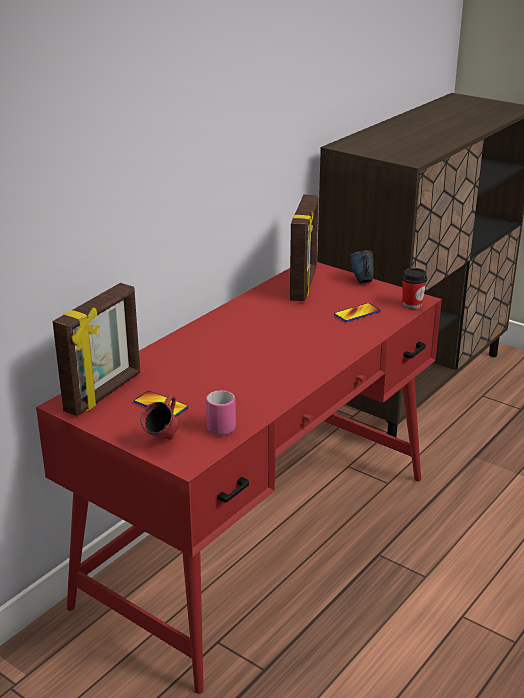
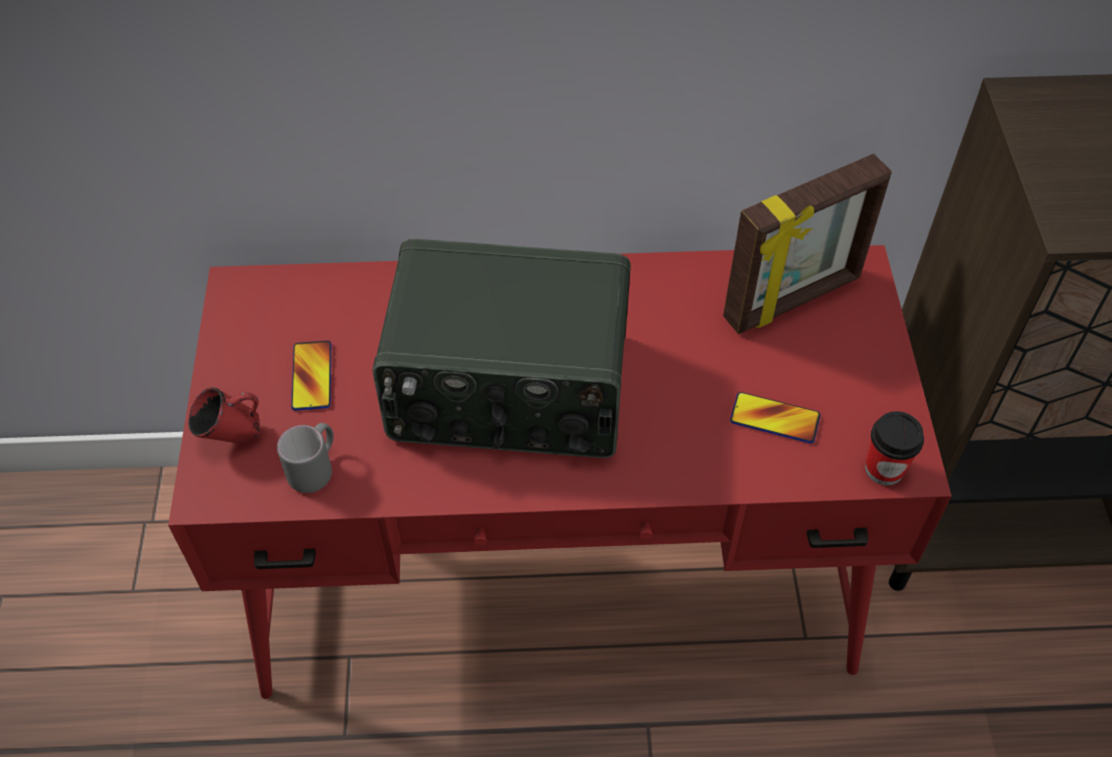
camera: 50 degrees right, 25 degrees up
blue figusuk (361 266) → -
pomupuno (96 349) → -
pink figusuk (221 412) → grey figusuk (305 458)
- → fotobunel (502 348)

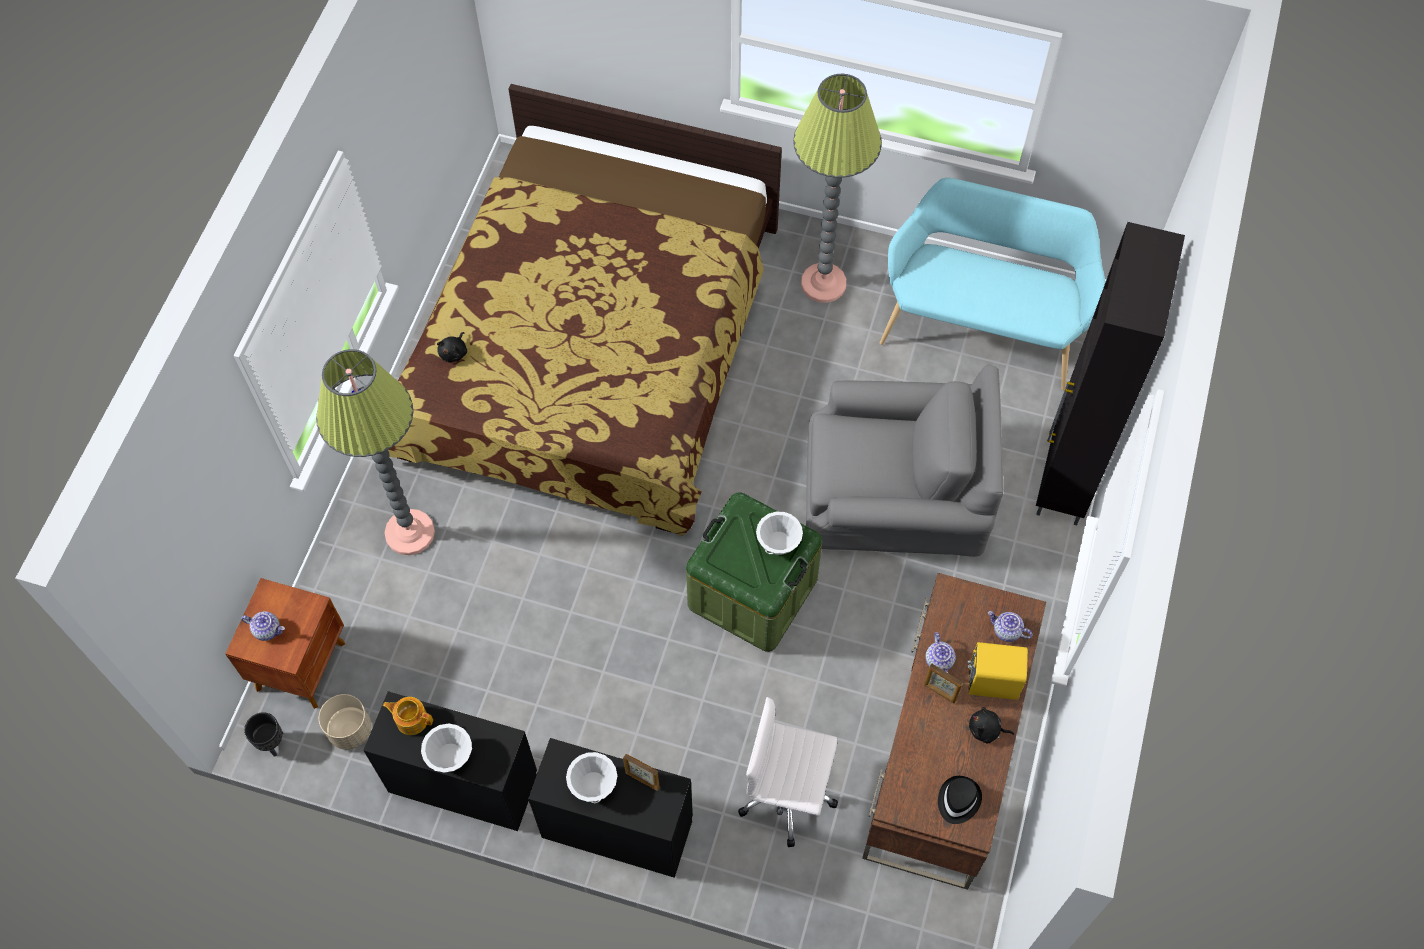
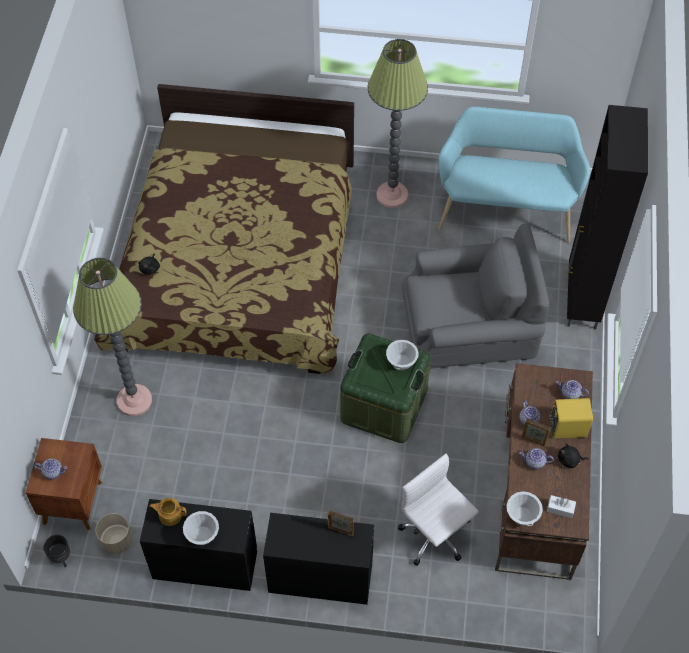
camera: 10 degrees left, 5 degrees down
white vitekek (788 772) → white vitekek (438 510), 45 degrees clockwise
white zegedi (591 777) → white zegedi (525 509), move
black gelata (960 800) → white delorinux (561 506)
- → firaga (536 458)

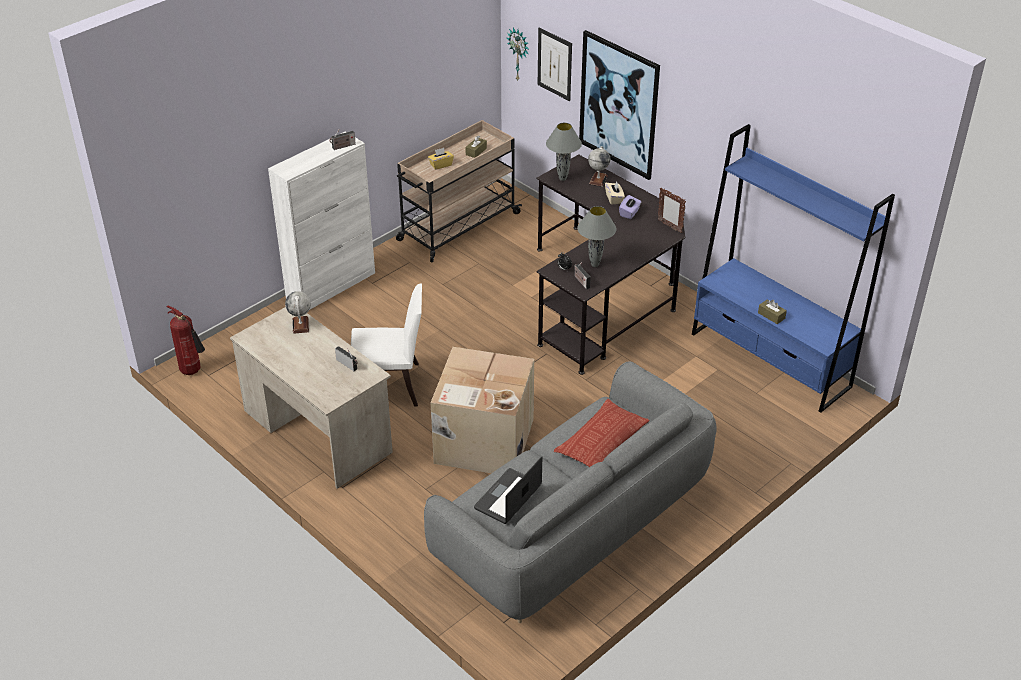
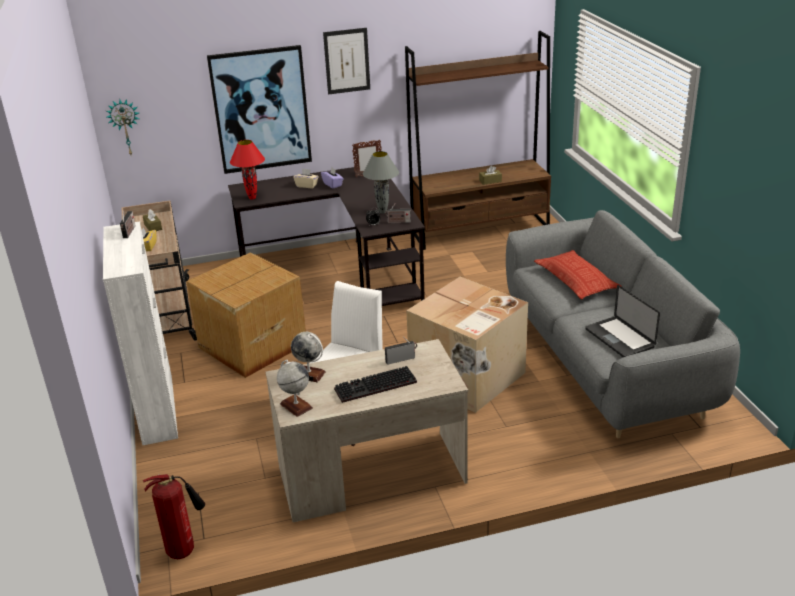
camera: 60 degrees left, 10 degrees down
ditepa (555 64) → ditepa (346 61), move
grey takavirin (564 152) → red takavirin (247 170)
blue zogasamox (793 268) → brown zogasamox (478 140)
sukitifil (599 166) → sukitifil (295 388), move
- → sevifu (246 315)
- → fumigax (375 384)

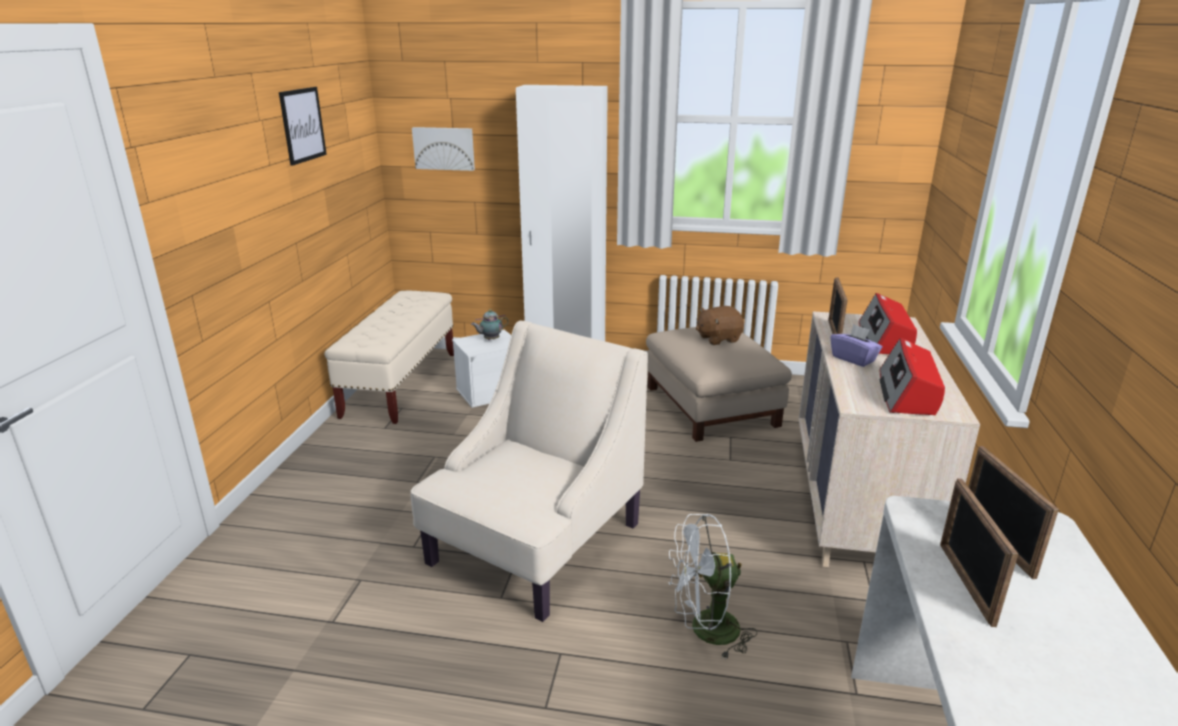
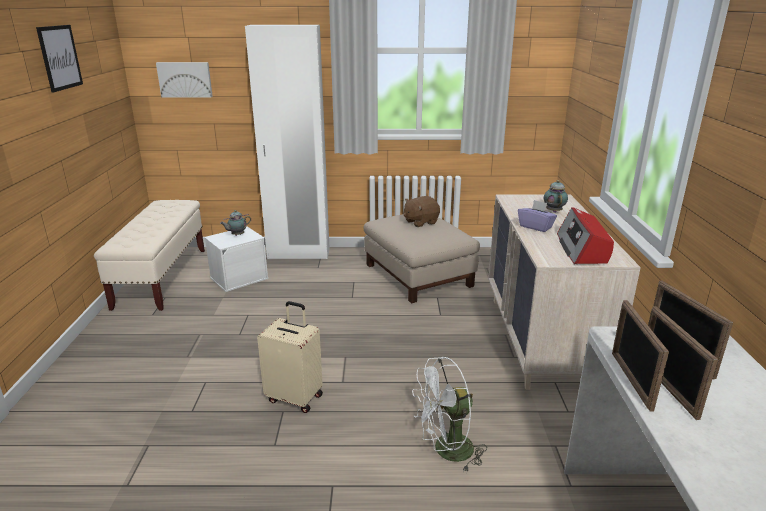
camera: 10 degrees left, 0 degrees up
pomupuno (837 306) → pomupuno (640 355), move
fotobunel (888 323) → firaga (556 196)
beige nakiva (529 471) → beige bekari (290 357)

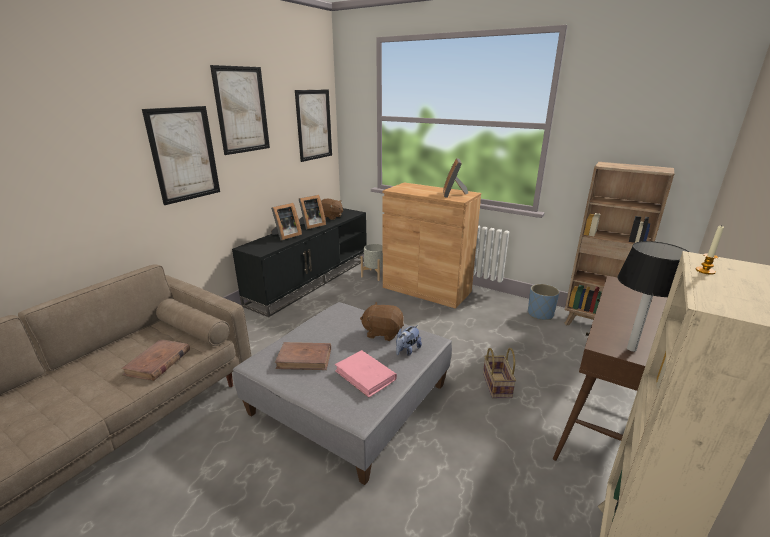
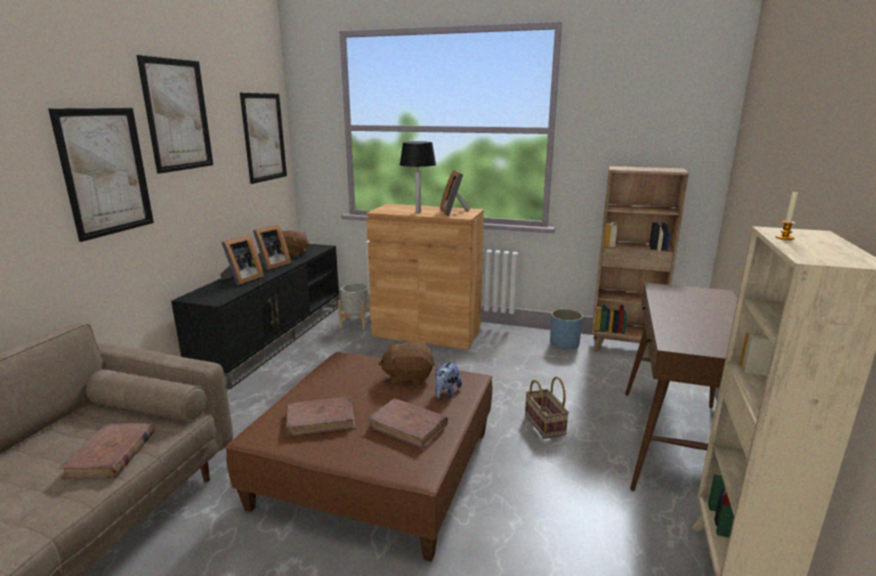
camera: 15 degrees left, 5 degrees down
takavirin (653 296) → takavirin (418 177), move
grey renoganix (342 393) → brown renoganix (359 457)
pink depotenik (366 374) → brown depotenik (407 423)

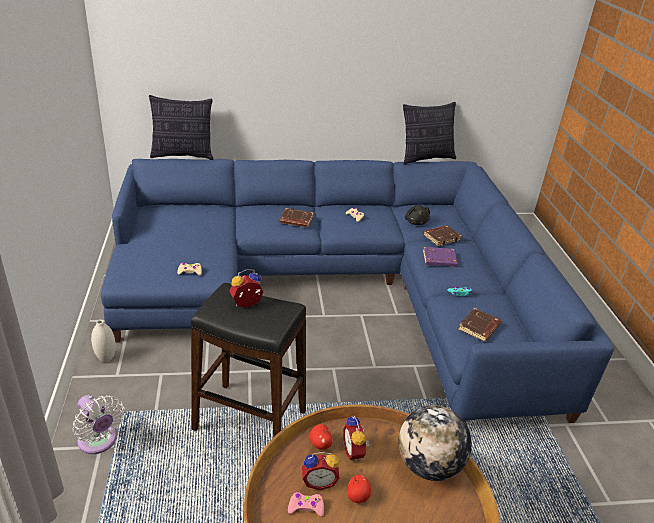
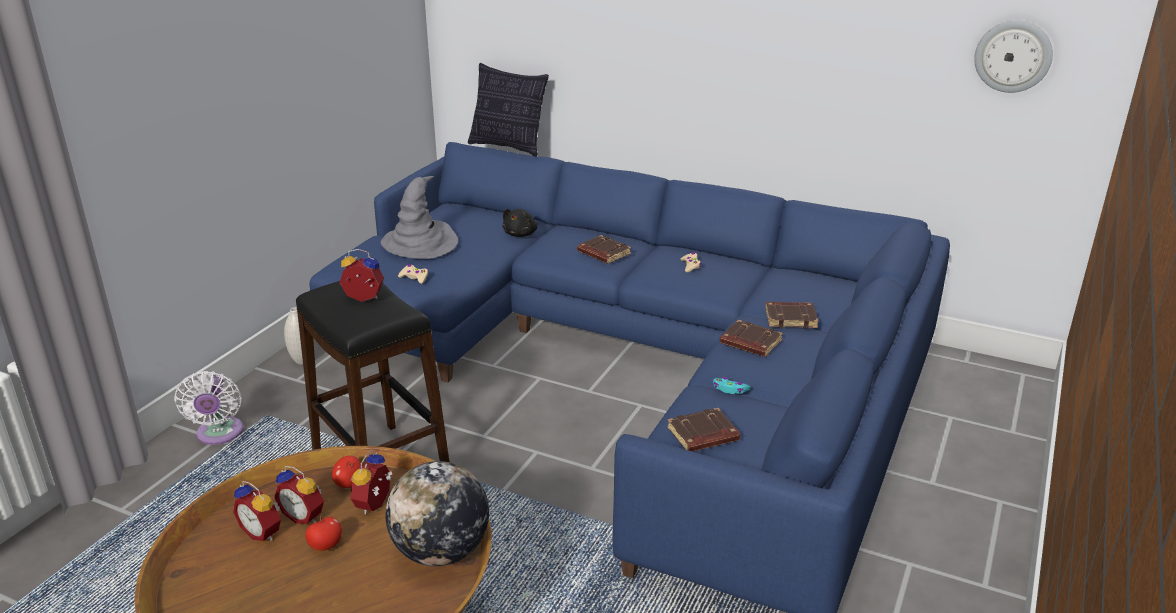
camera: 35 degrees right, 5 degrees down
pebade (429 133) → -
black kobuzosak (417 215) → black kobuzosak (520 223), move
purple depotenik (440 257) → brown depotenik (751 338)
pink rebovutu (306 504) → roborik (257 511)
- → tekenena (1013 56)
- → grey gelata (419 217)

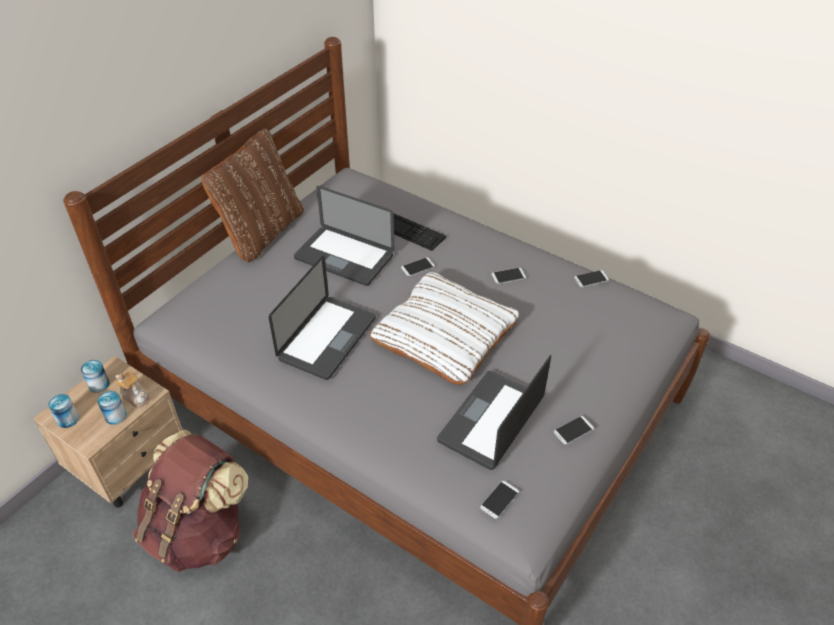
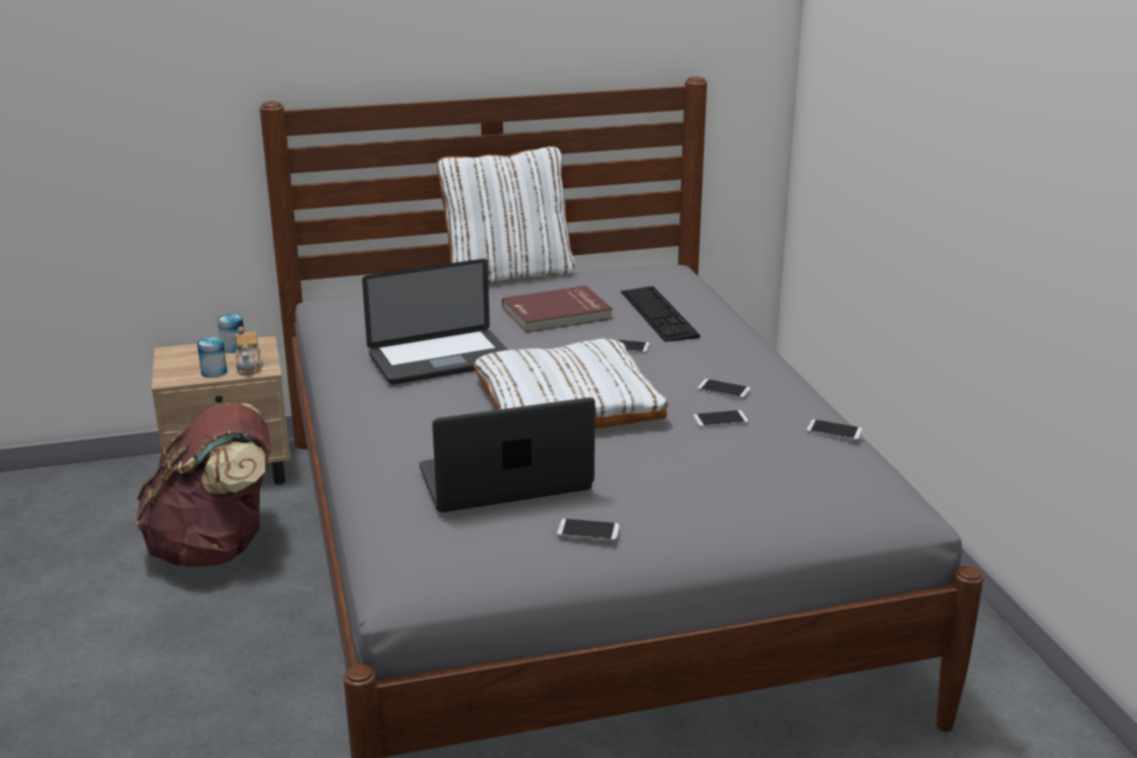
camera: 40 degrees right, 20 degrees down
brown pebade (252 195) → white pebade (506 215)
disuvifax (344 236) → red depotenik (557 309)
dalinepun (63 411) → -
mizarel (499 500) → mizarel (720 418), move

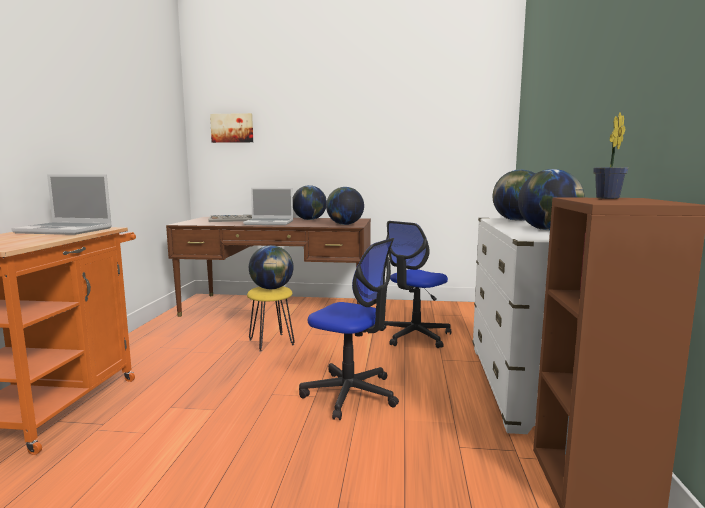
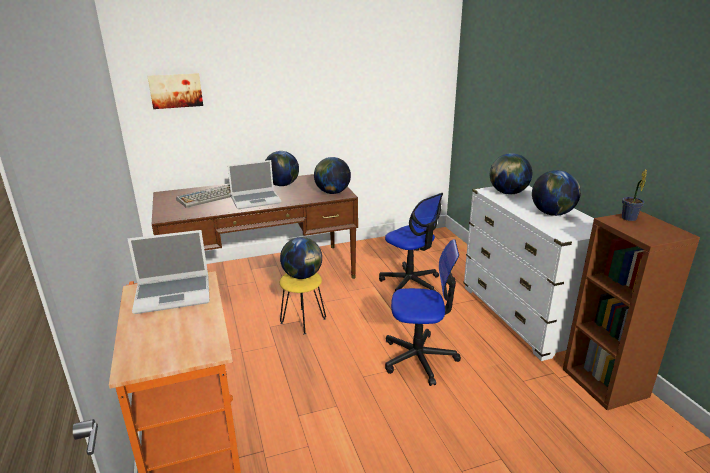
camera: 25 degrees left, 15 degrees up
vitekek (415 284) → vitekek (411 242), 60 degrees counterclockwise

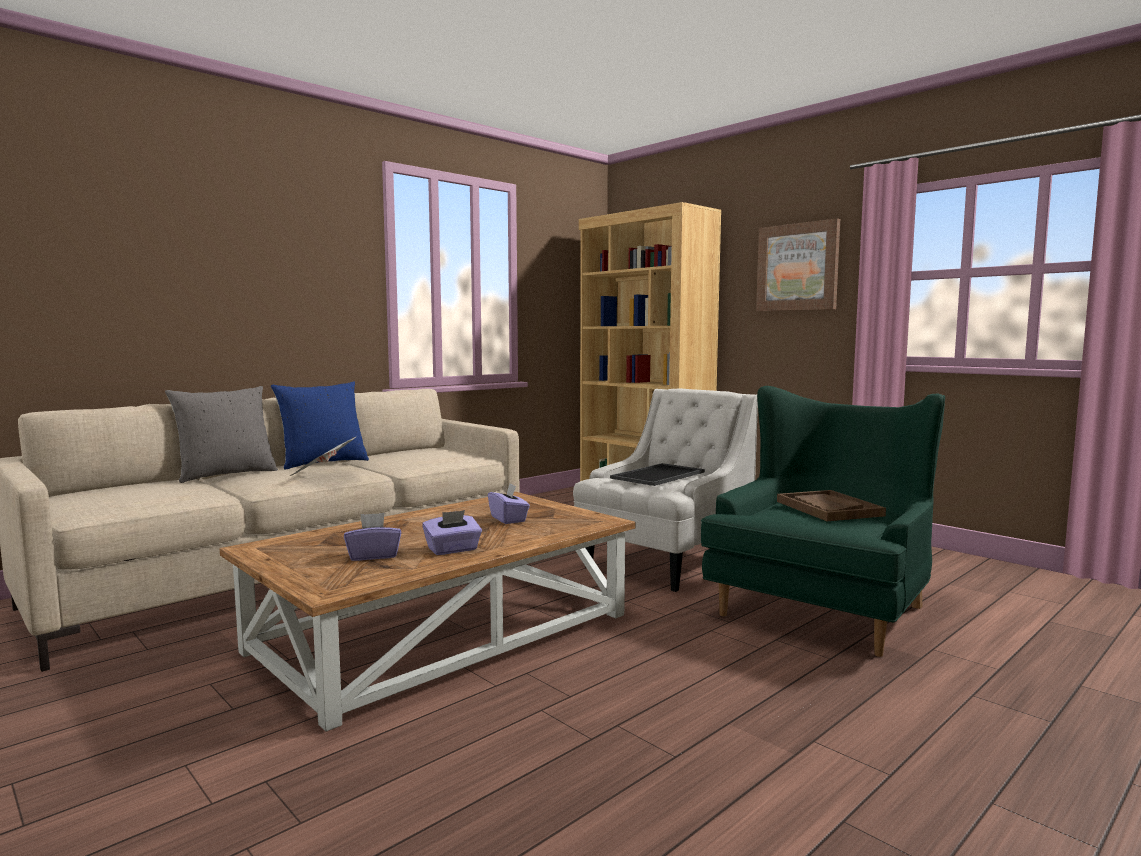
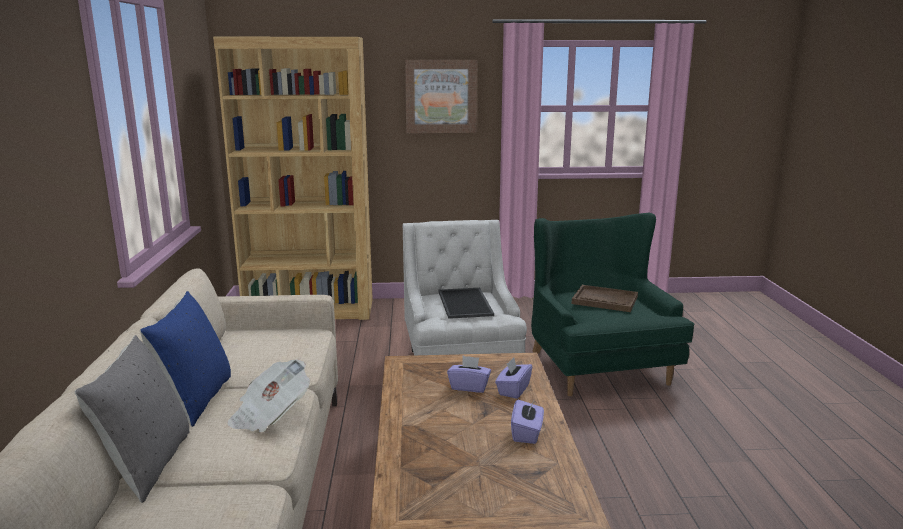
camera: 50 degrees left, 10 degrees up
purple delorinux (372 537) → purple delorinux (513 378), move

